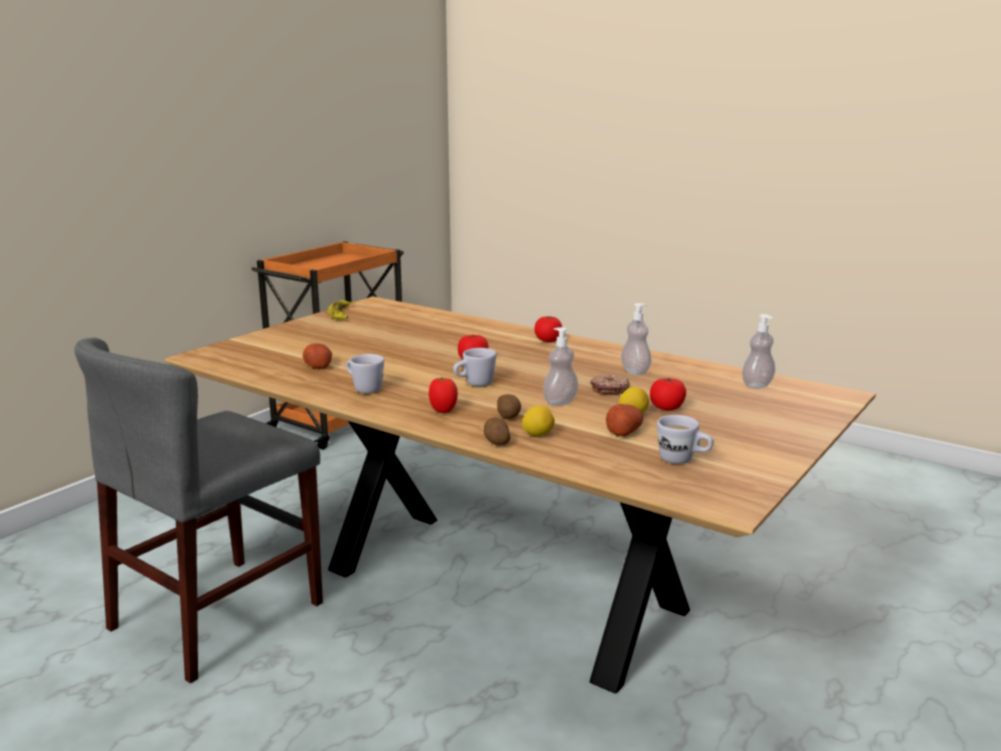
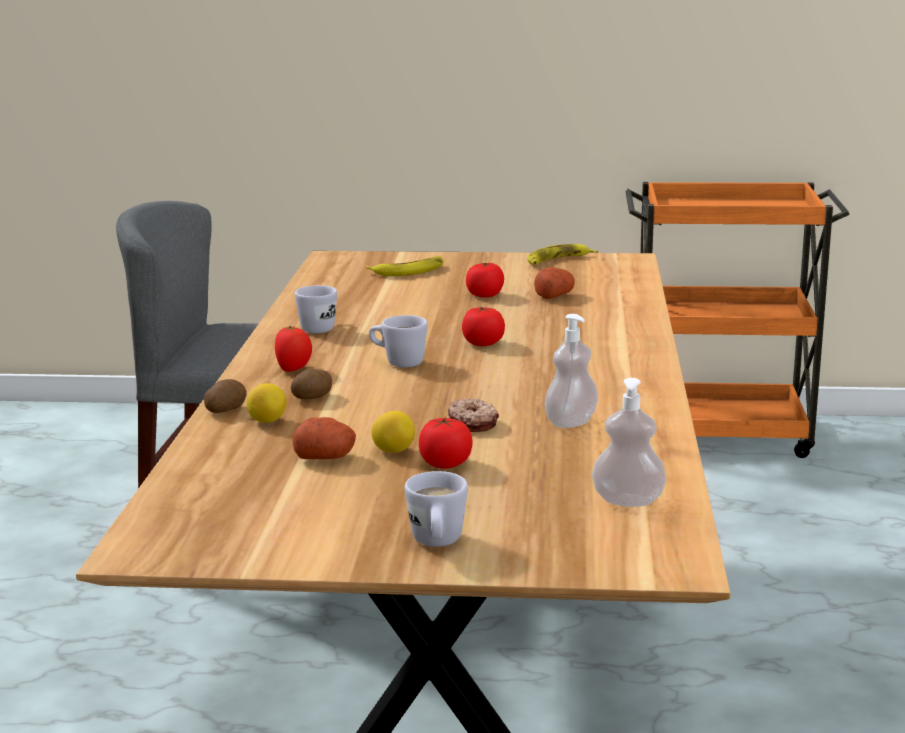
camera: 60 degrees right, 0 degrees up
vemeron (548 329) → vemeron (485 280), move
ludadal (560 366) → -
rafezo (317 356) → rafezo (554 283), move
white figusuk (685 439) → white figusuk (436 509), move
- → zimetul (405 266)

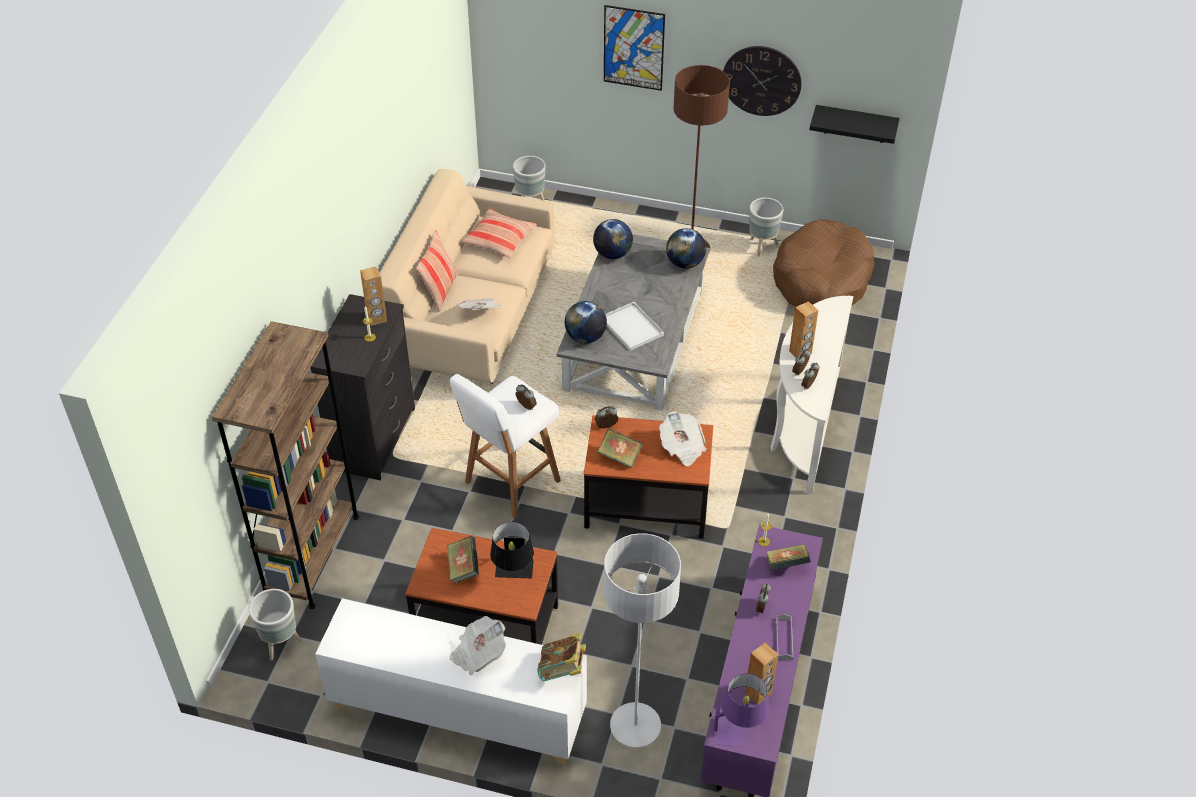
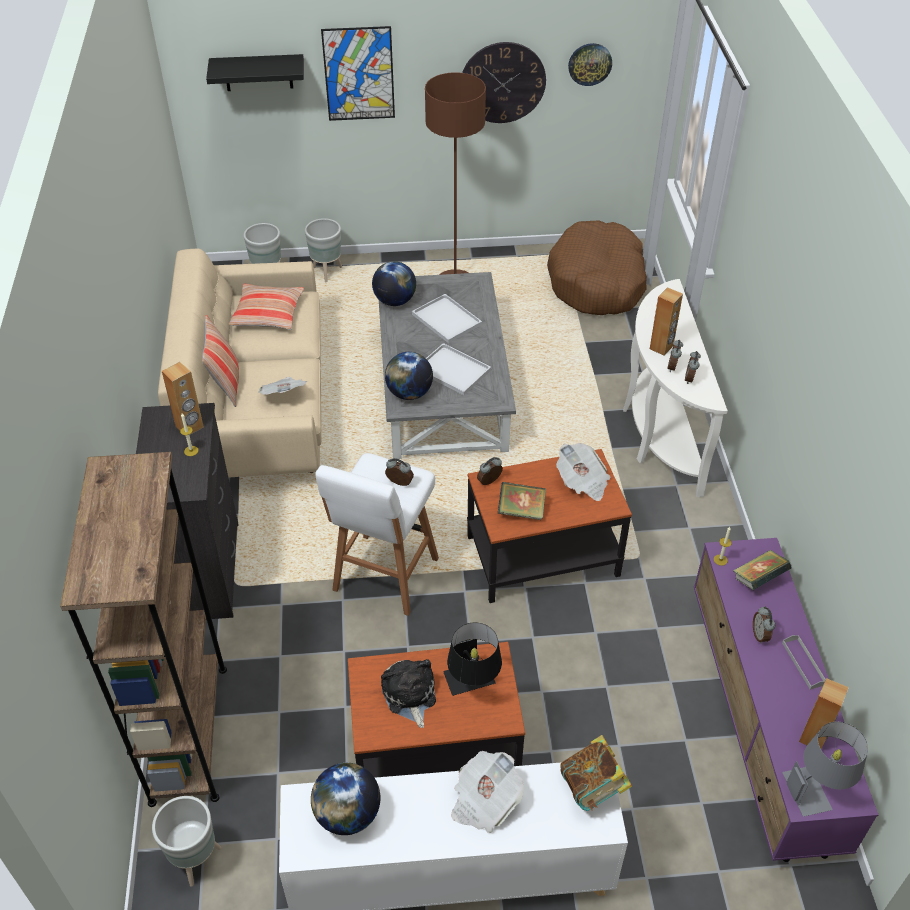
camera: 20 degrees left, 0 degrees up
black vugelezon (854 124) → black vugelezon (255 72), move
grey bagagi (766 227) → grey bagagi (323 250), move
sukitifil (686 248) → sukitifil (345 799), move
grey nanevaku (642 640) → -
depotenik (463 559) → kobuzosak (408 693)
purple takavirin (741 710) → grey takavirin (825 769)
- → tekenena (590 64)
- → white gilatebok (447 318)

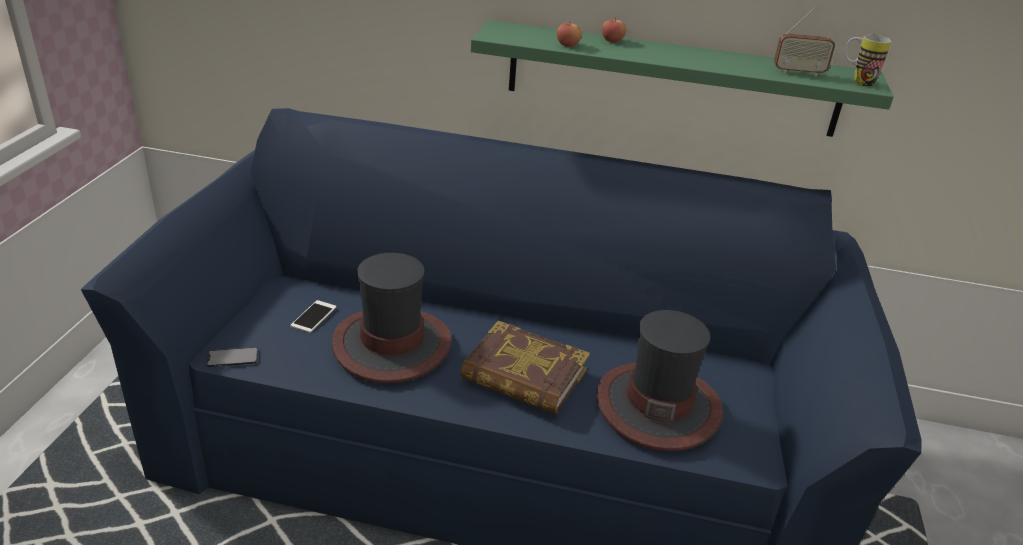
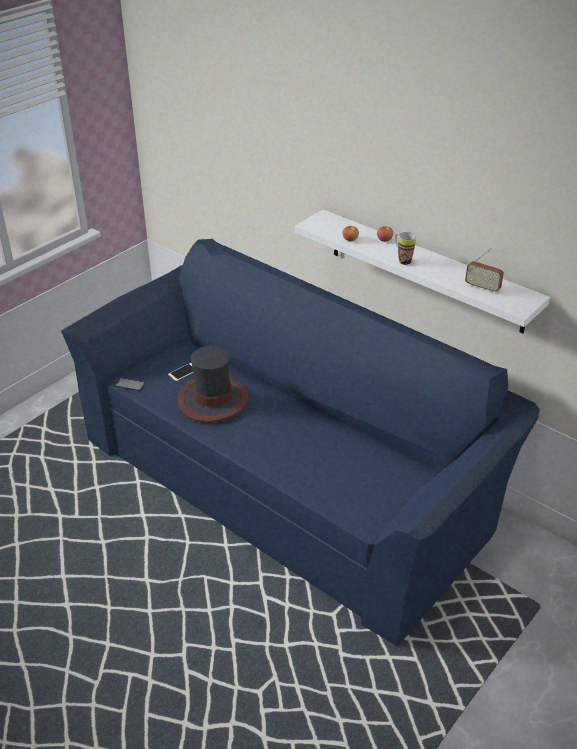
camera: 30 degrees right, 5 degrees up
green vugelezon (682 78) → white vugelezon (422 271)
figusuk (868 60) → figusuk (405 248), move
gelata (659 380) → -
depotenik (525 368) → -

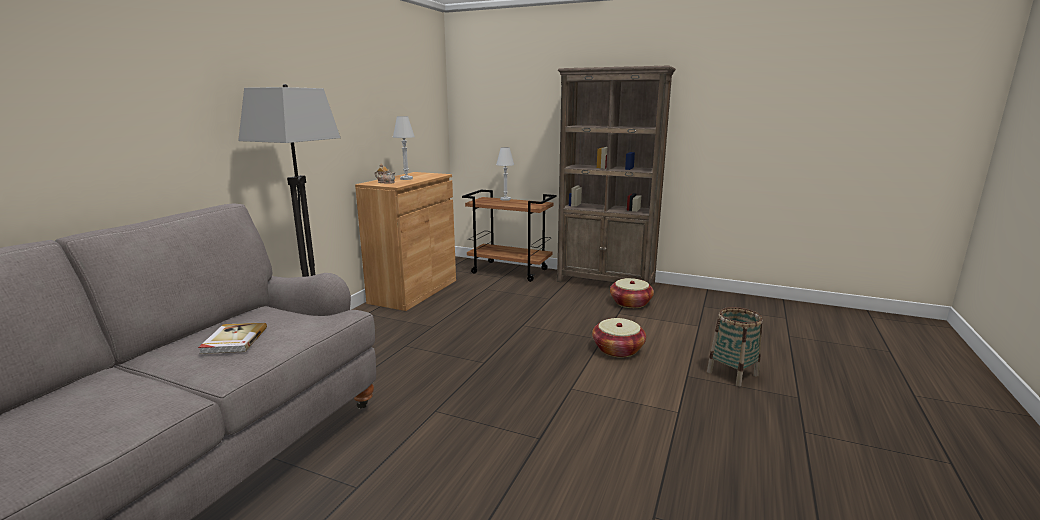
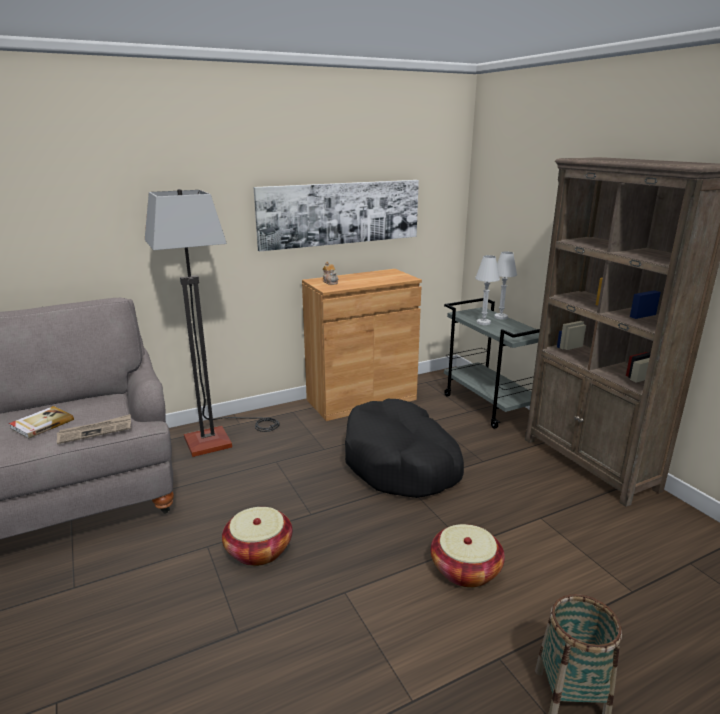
camera: 40 degrees right, 5 degrees up
white takavirin (404 148) → white takavirin (487 290), move
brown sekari (509 236) → grey sekari (492 363)
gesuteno (632 293) → gesuteno (257 536), move
- → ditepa (336 216)
- → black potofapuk (404 448)
- → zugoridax (94 429)

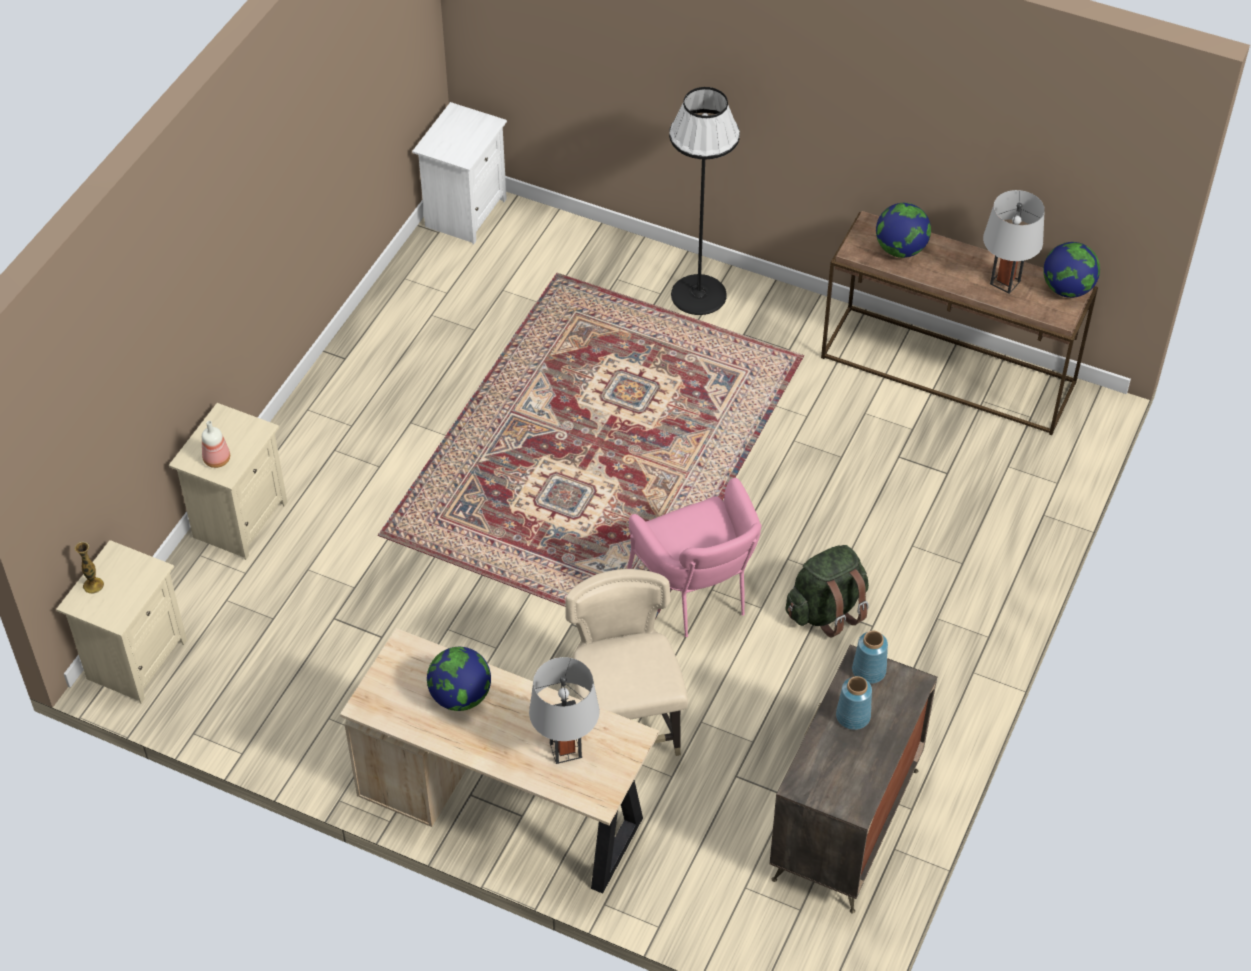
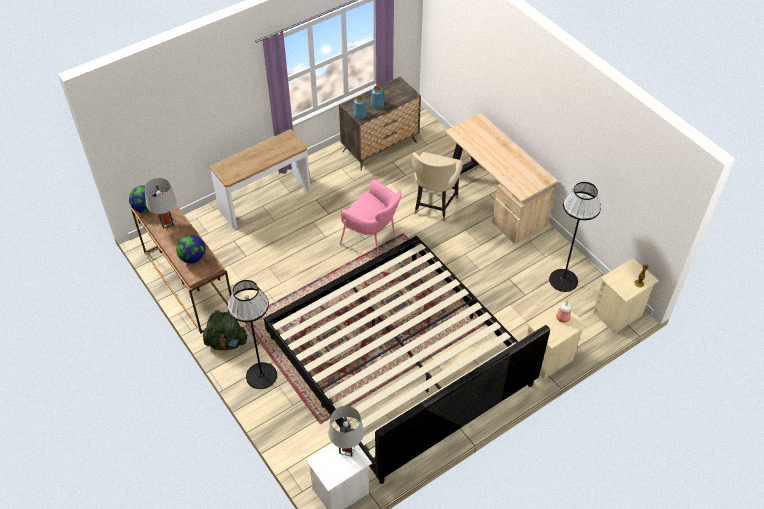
camera: 150 degrees left, 0 degrees up
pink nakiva (694 557) → pink nakiva (370 217), 120 degrees clockwise
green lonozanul (827 591) → green lonozanul (225 330), move
sukitifil (459 679) → -
grey takavirin (564 710) → grey takavirin (346 431), move
- → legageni (260 179)
- → black nanevaku (575 237)
- → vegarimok (407 360)

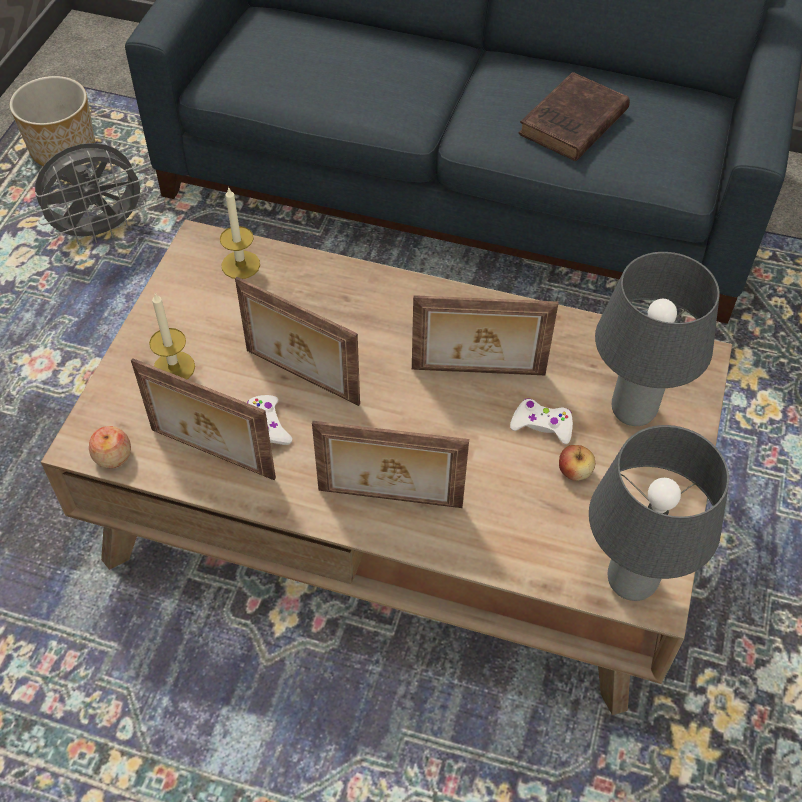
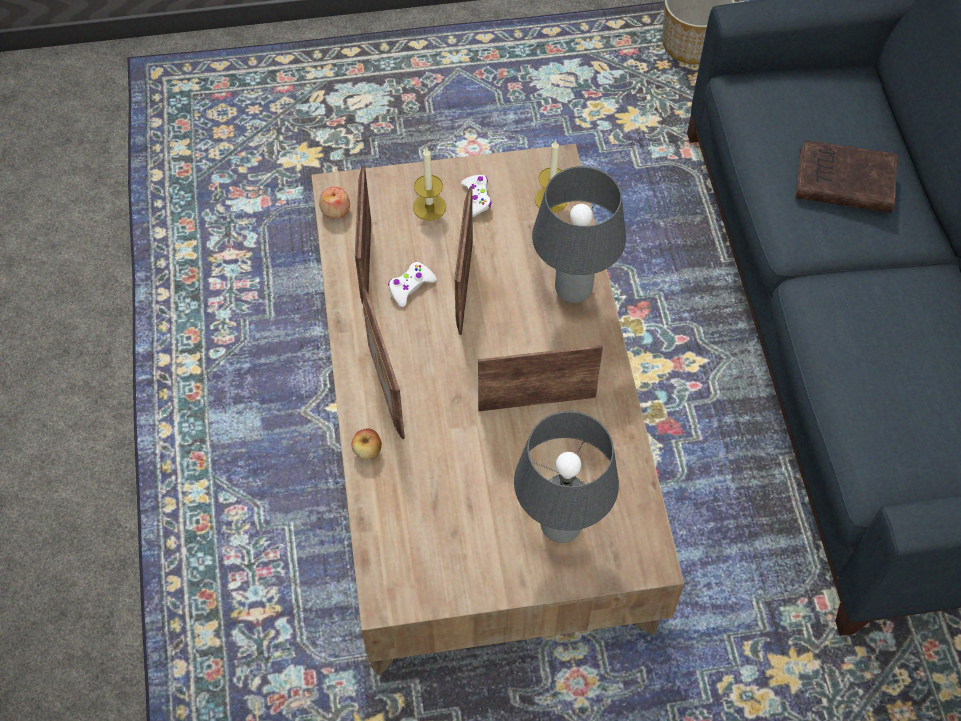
camera: 65 degrees right, 5 degrees up
brown depotenik (574 116) → brown depotenik (846 176), move
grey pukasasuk (90 194) → -
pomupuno (485 335) → pomupuno (540 378), 105 degrees clockwise
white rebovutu (541 421) → white rebovutu (476 196), move
grey takavirin (659 513) → grey takavirin (579 234), move
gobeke (577 463) → gobeke (367 444), move

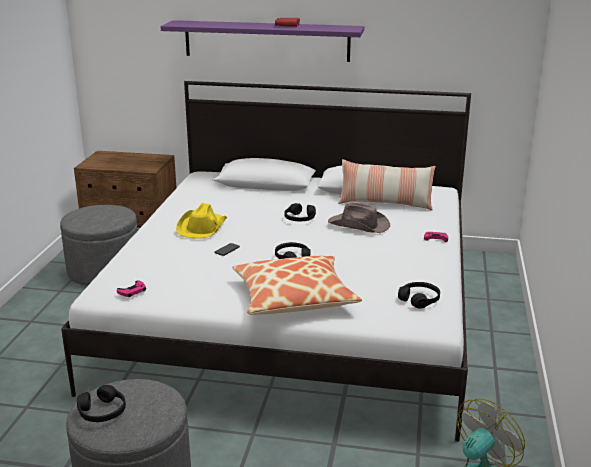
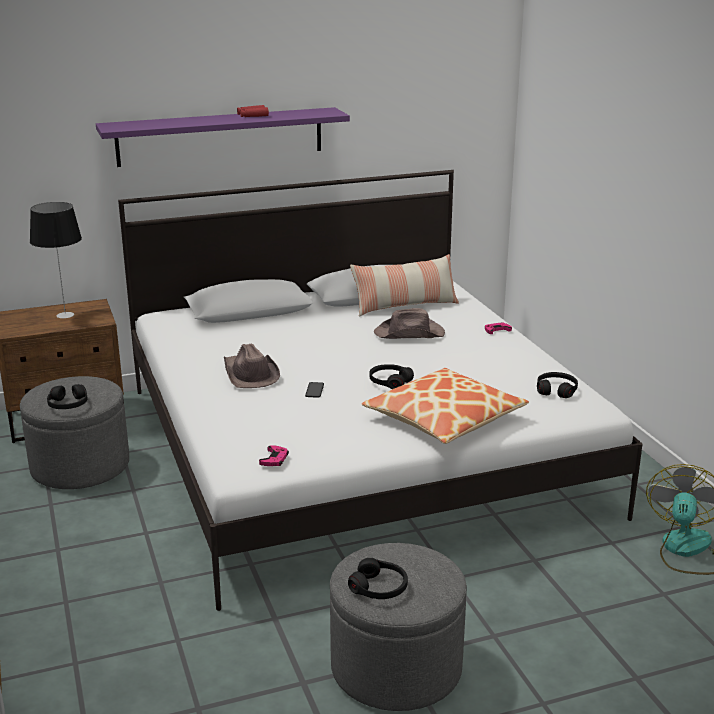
camera: 30 degrees left, 0 degrees up
yellow gelata (201 221) → brown gelata (252 366)
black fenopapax (300 212) → black fenopapax (67 396), move
- → takavirin (56 260)

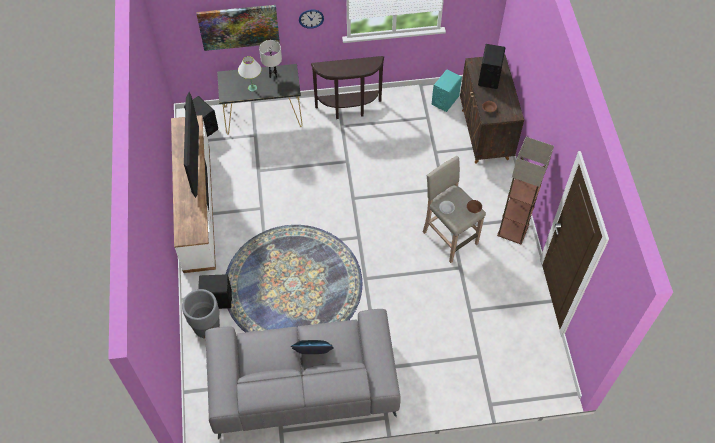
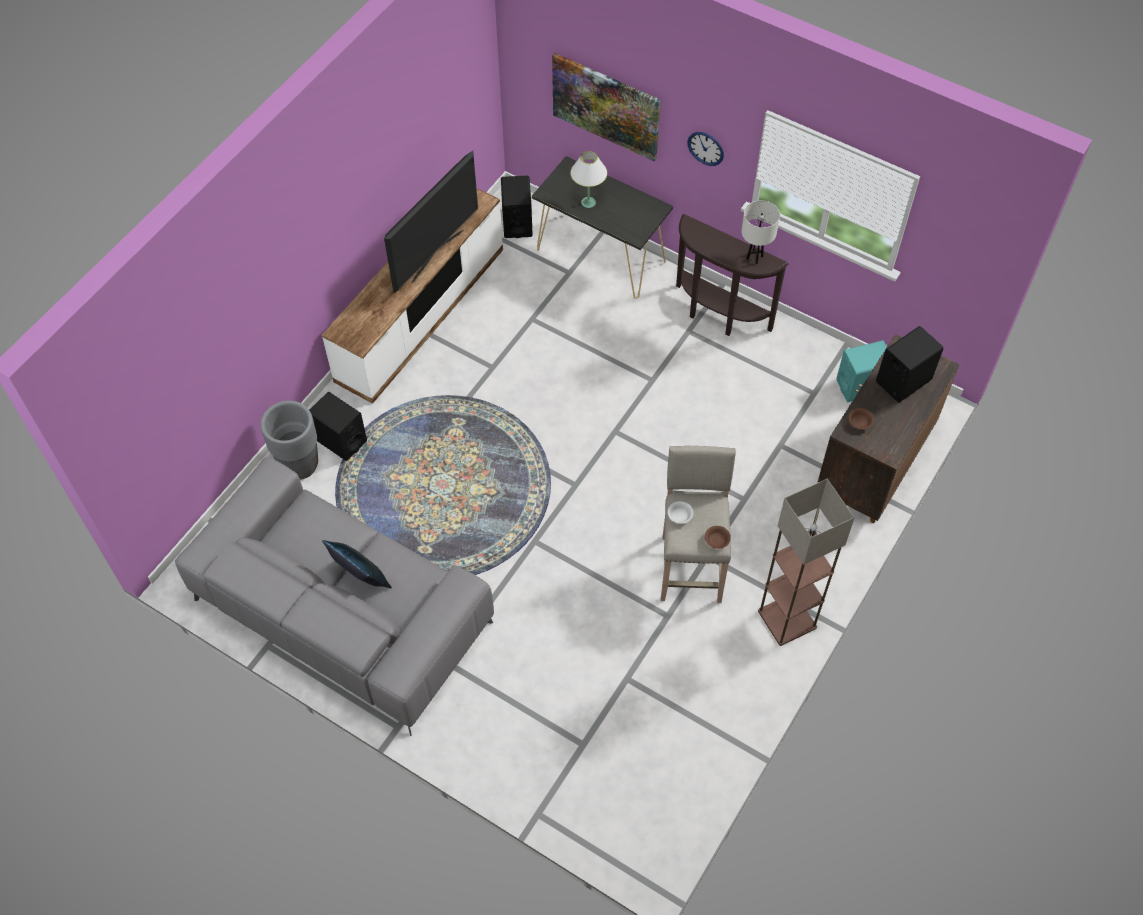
camera: 40 degrees right, 0 degrees up
white takavirin (270 59) → white takavirin (761 232), move

